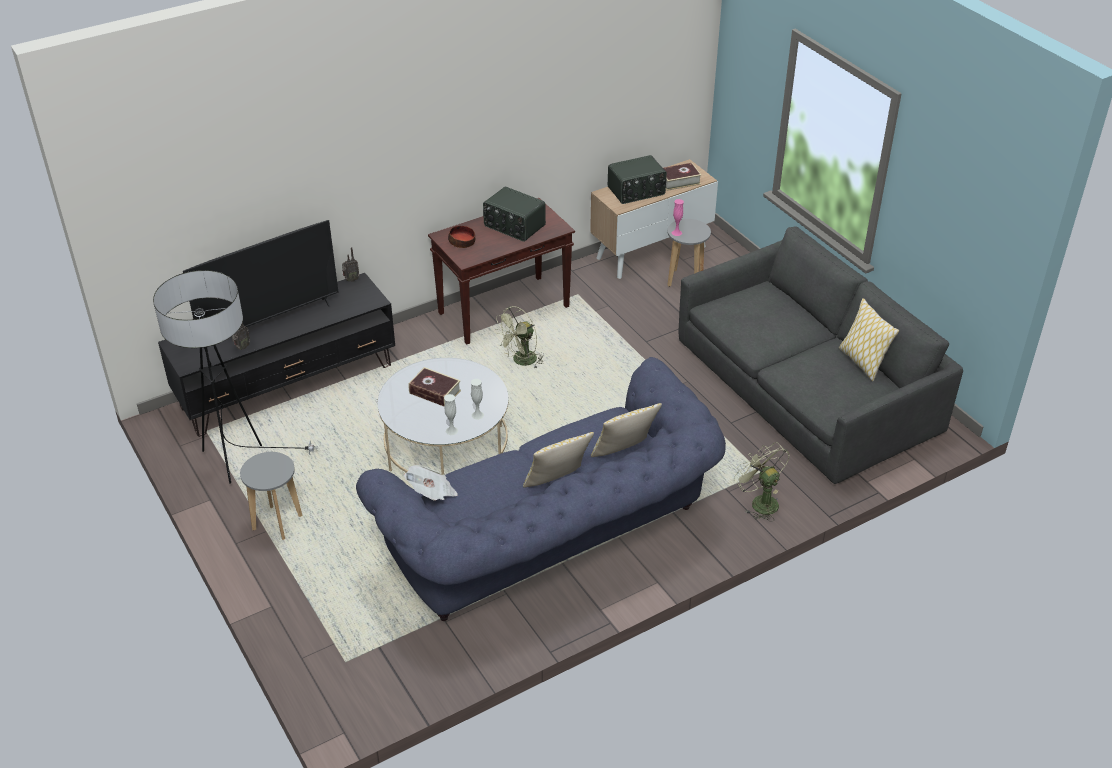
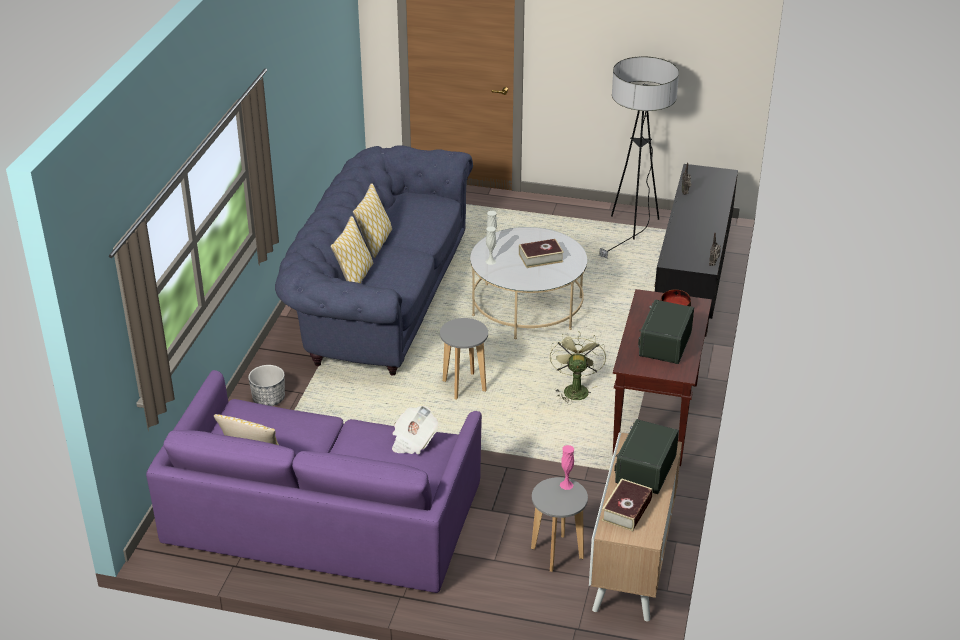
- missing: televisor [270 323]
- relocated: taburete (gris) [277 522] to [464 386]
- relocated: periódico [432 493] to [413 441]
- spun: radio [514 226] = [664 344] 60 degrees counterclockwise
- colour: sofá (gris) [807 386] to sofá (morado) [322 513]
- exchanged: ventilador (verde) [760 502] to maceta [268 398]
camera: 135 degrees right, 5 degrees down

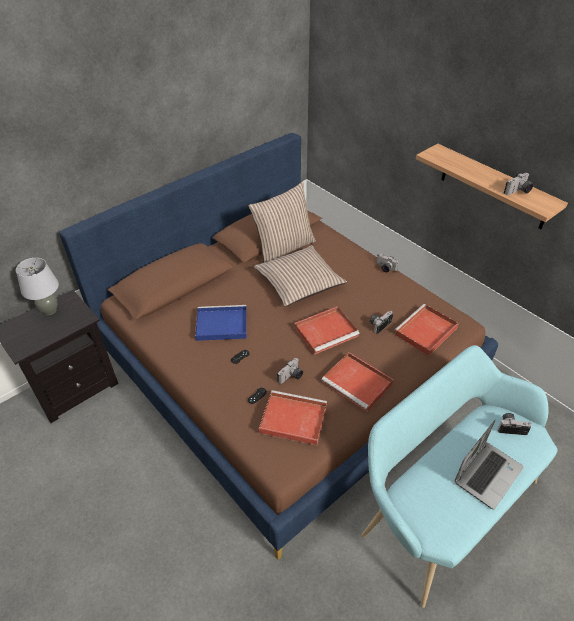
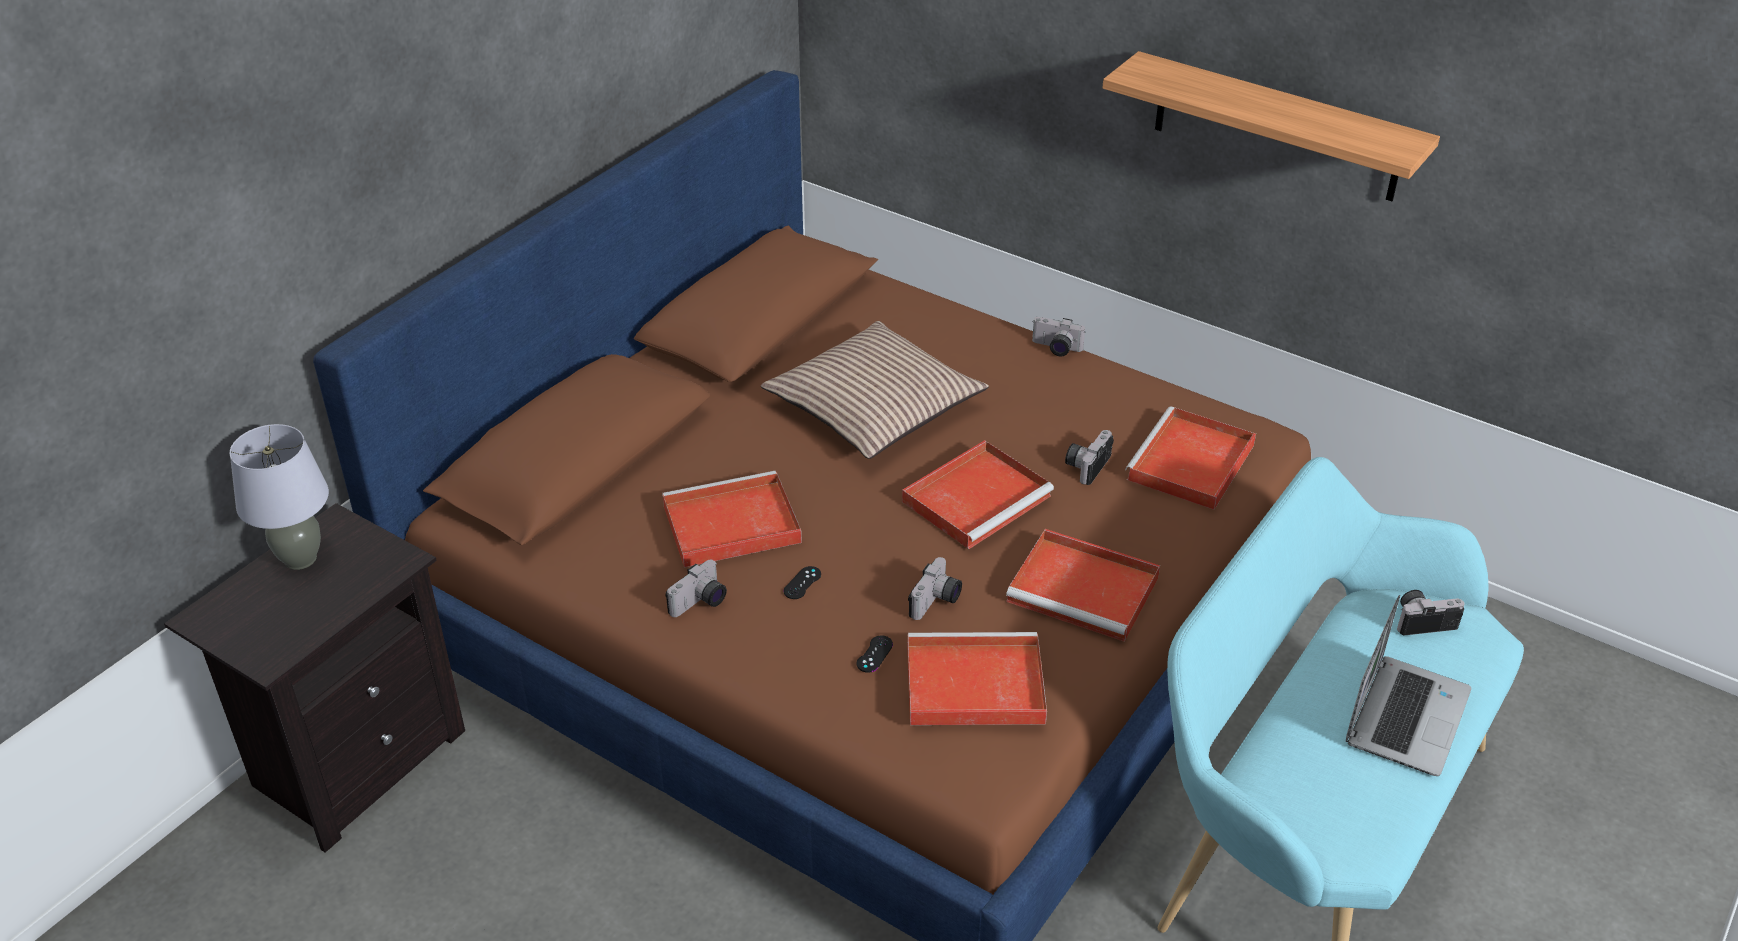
- colour: bandeja (azul) [220 325] to bandeja (rojo) [729 525]
- missing: cojín [284 248]
- relocated: cámara [518 192] to [700 603]
camera: 15 degrees left, 5 degrees down

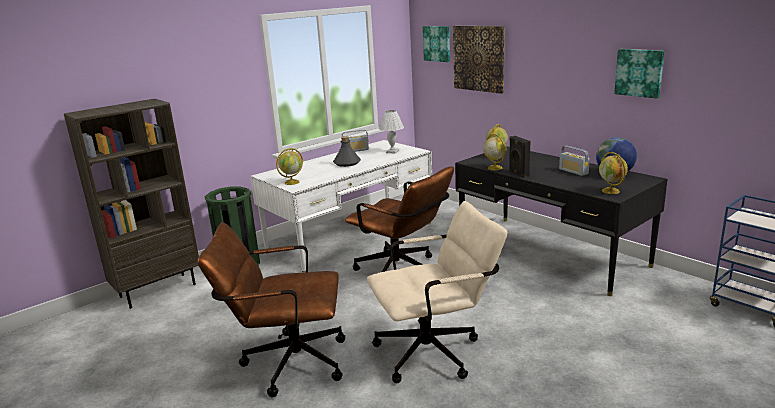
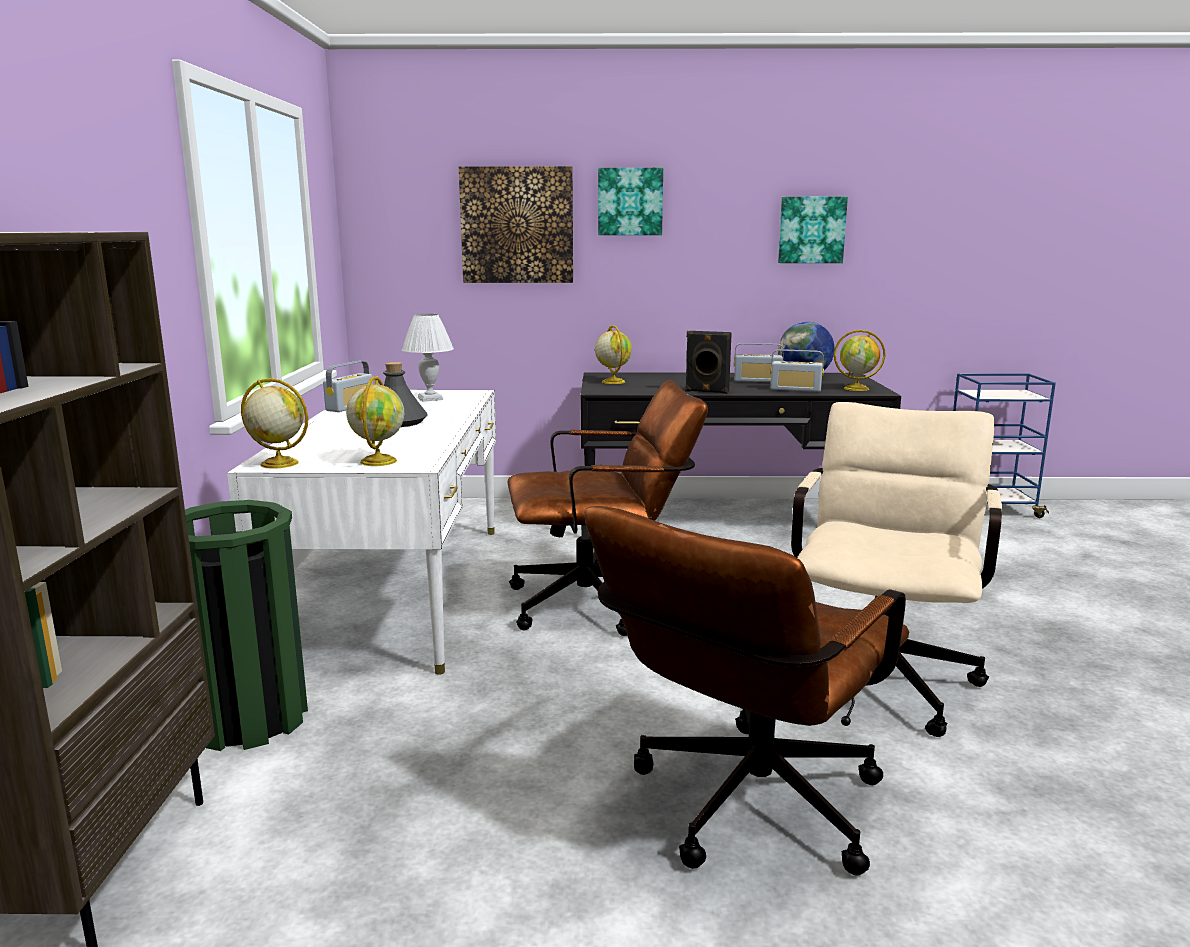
- relocated: cuadro [437 43] to [630 201]
- relocated: globo terráqueo [494 168] to [278 464]
- appeared: radio [795 389]
camera: 50 degrees left, 5 degrees down

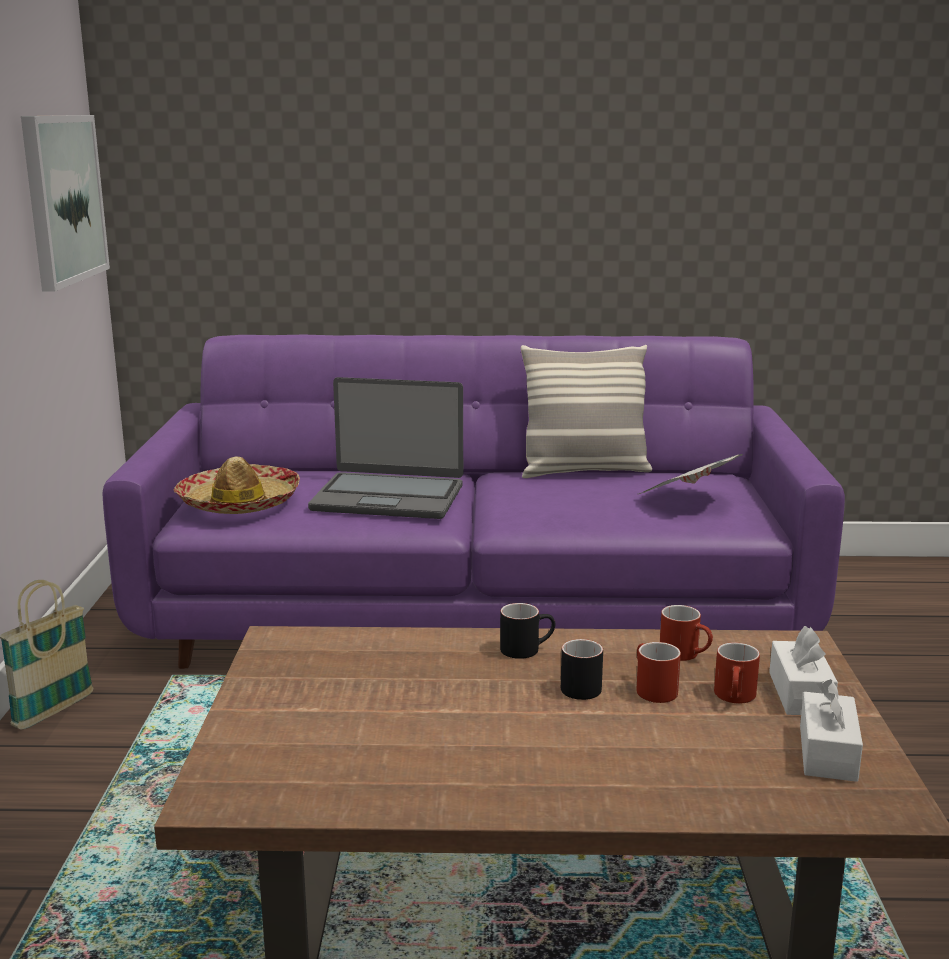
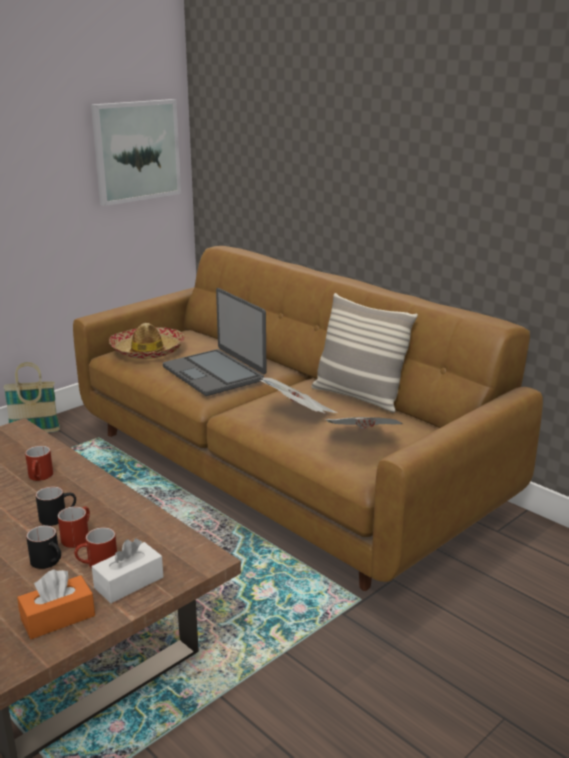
- colour: sofá (morado) [474 611] to sofá (marrón) [284 469]
- relocated: taza grande (negro) [526 648] to [49 562]
- relocated: taza grande (rojo) [686 654] to [40 477]
- colour: caja de pañuelos (blanco) [827 753] to caja de pañuelos (naranja) [58 618]
- appeared: periódico [298 414]
camera: 45 degrees right, 5 degrees up

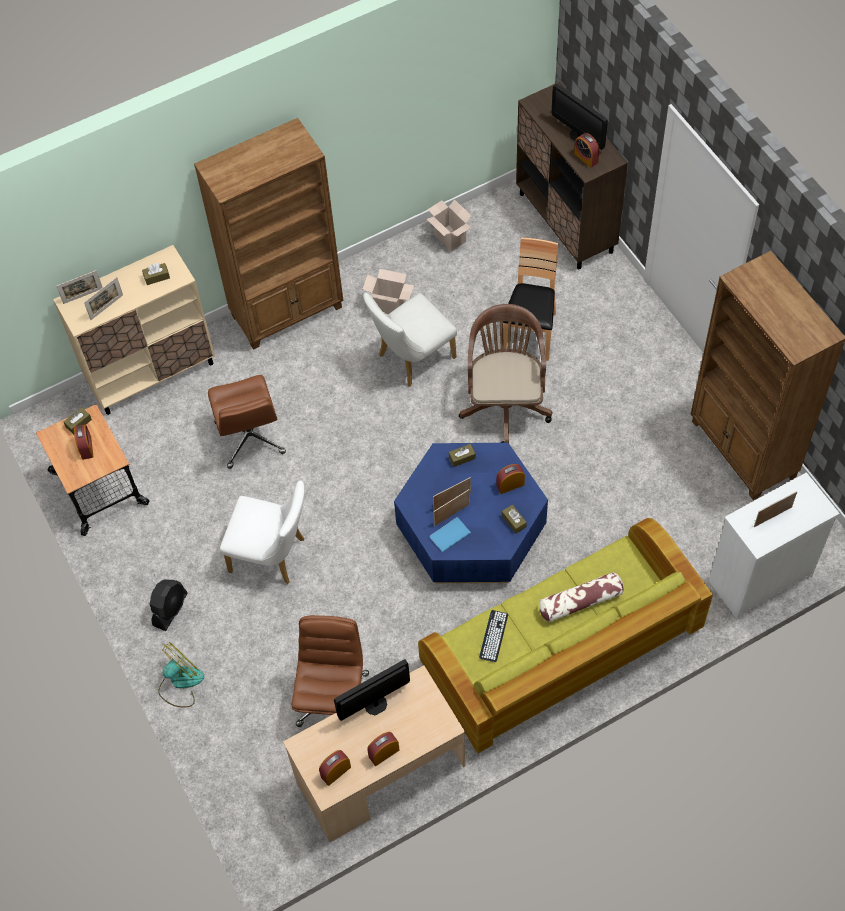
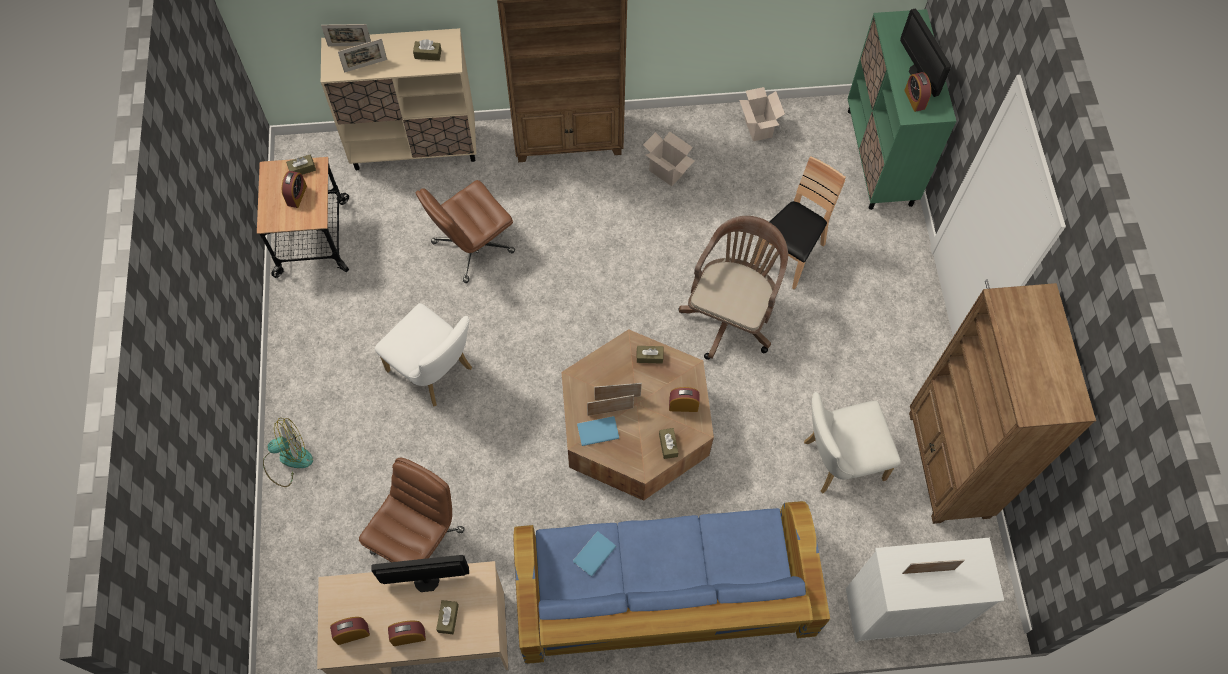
- missing: ventilador (negro) [170 609]
- spun: silla de oficina (marrón) [250 438] = [472 247] 45 degrees clockwise
- relocated: silla (blanco) [412 359] to [837 461]
- colour: mesa de centro (azul) [471 528] to mesa de centro (marrón) [634 427]
- colour: sofá (verde) [561 648] to sofá (azul) [663 591]
- exchanged: teclado [493 636] to libro (azul) [593 554]
- colour: armario (marrón) [566 223] to armario (verde) [879 157]
- missing: cojín [580 602]
- appeared: caja de pañuelos (marrón) [448 618]
camera: 20 degrees right, 5 degrees up

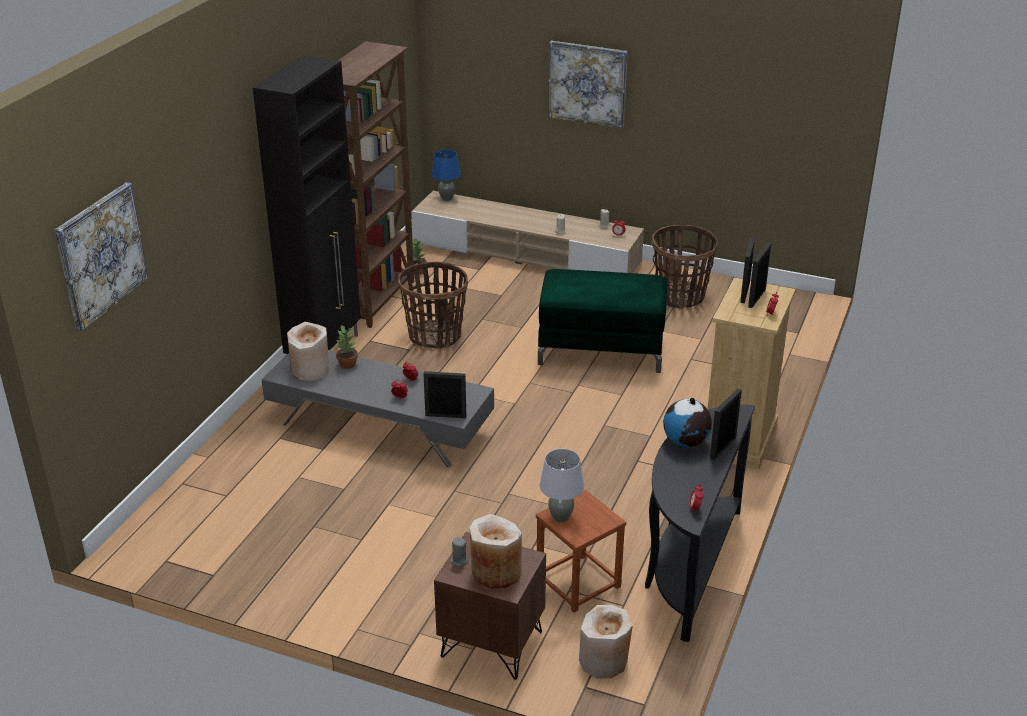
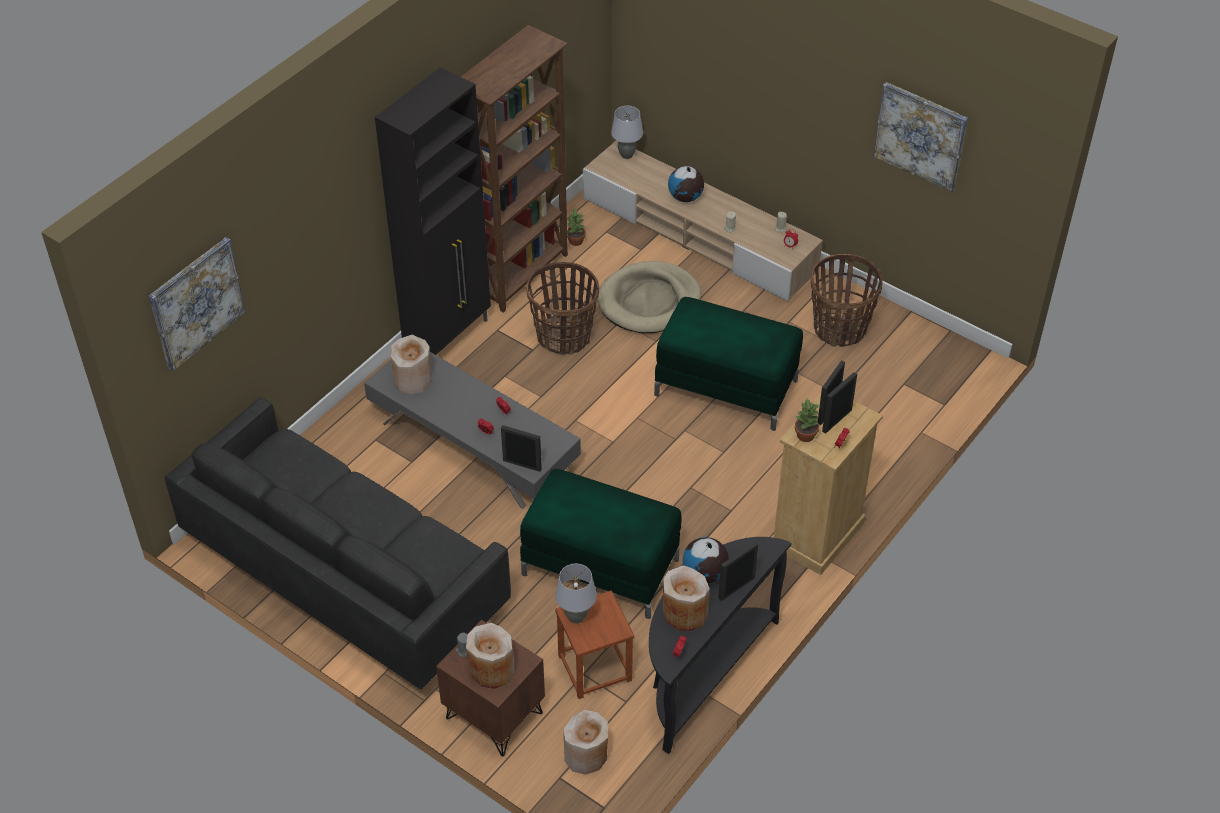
- relocated: planta en maceta [347 364] to [805 436]
- colour: lámpara de mesa (azul) [446 198] to lámpara de mesa (gris) [626 155]
- relocated: cuadro [587 84] to [920 136]
- appeared: sofá (negro) [346 577]
- appeared: puf (verde) [602 566]
- appeared: cama para perro (beis) [649 301]
- appeared: florero (beis) [684 613]
- appeared: globo terráqueo [685 198]
camera: 15 degrees right, 15 degrees up

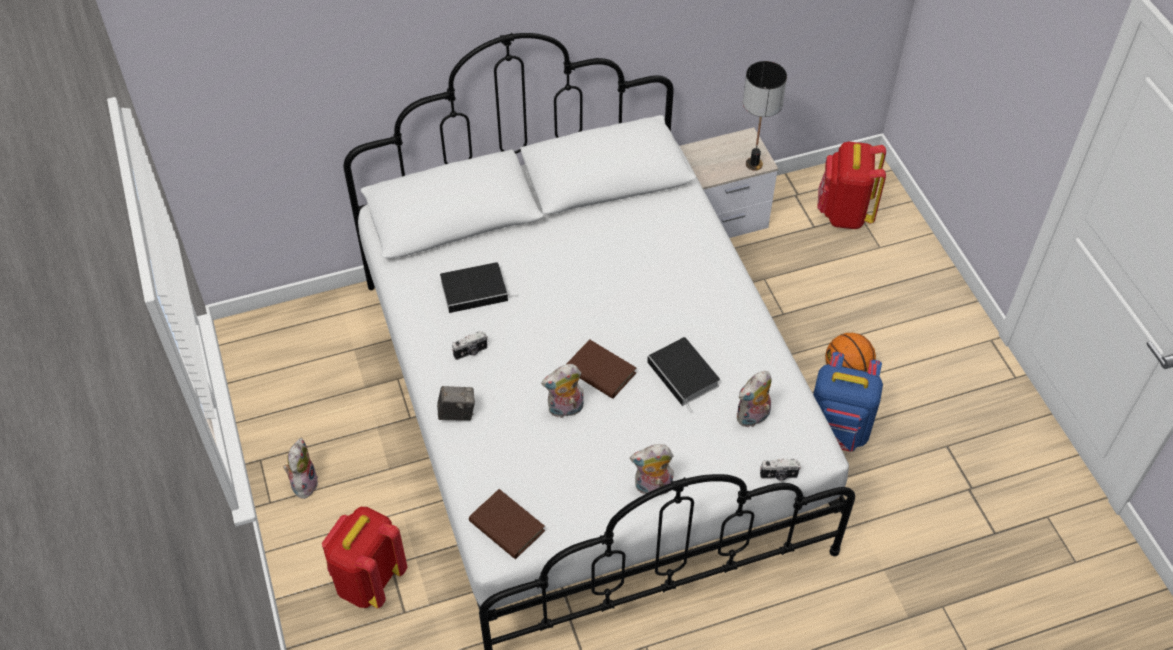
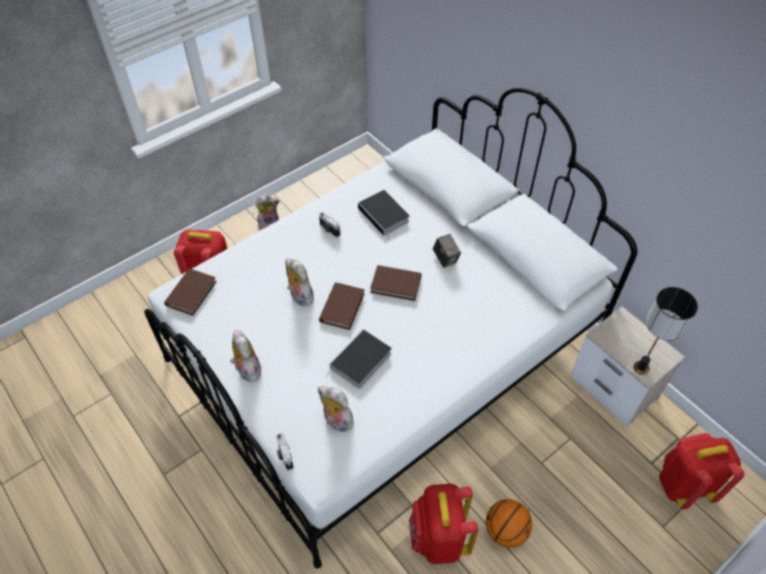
- relocated: cámara [457 413] to [445 259]
- colour: mochila (azul) [837 432] to mochila (rojo) [438 538]
- appeared: libro (marrón) [396 284]
camera: 70 degrees right, 0 degrees up

